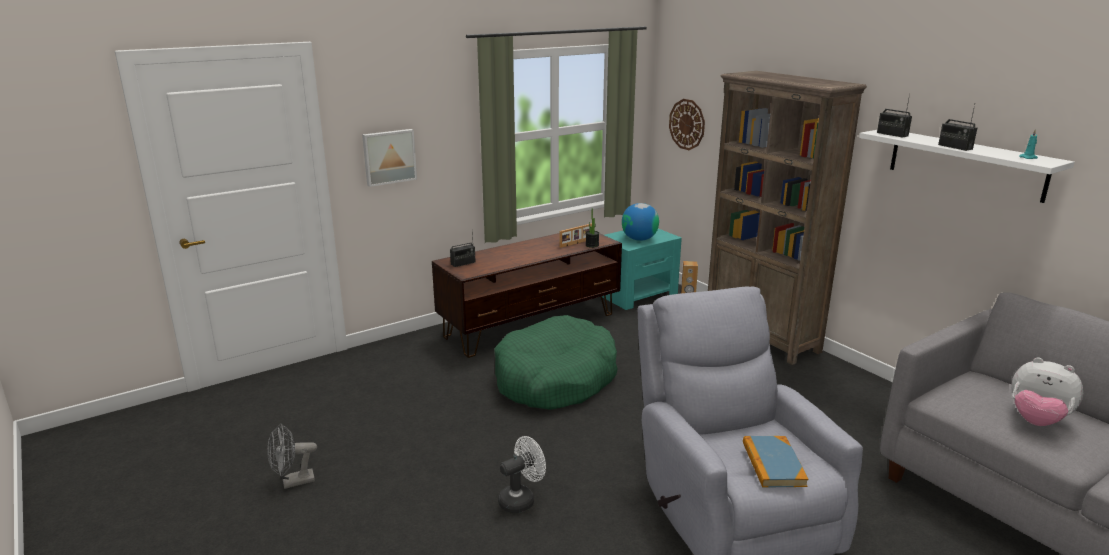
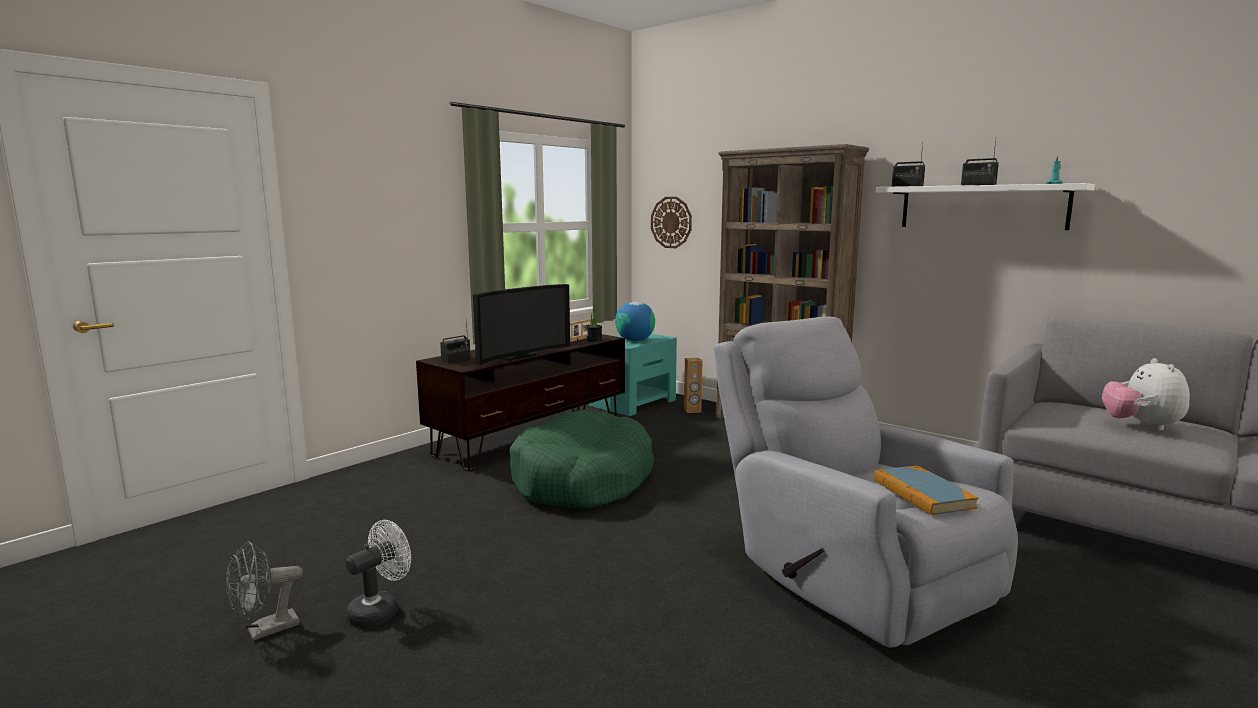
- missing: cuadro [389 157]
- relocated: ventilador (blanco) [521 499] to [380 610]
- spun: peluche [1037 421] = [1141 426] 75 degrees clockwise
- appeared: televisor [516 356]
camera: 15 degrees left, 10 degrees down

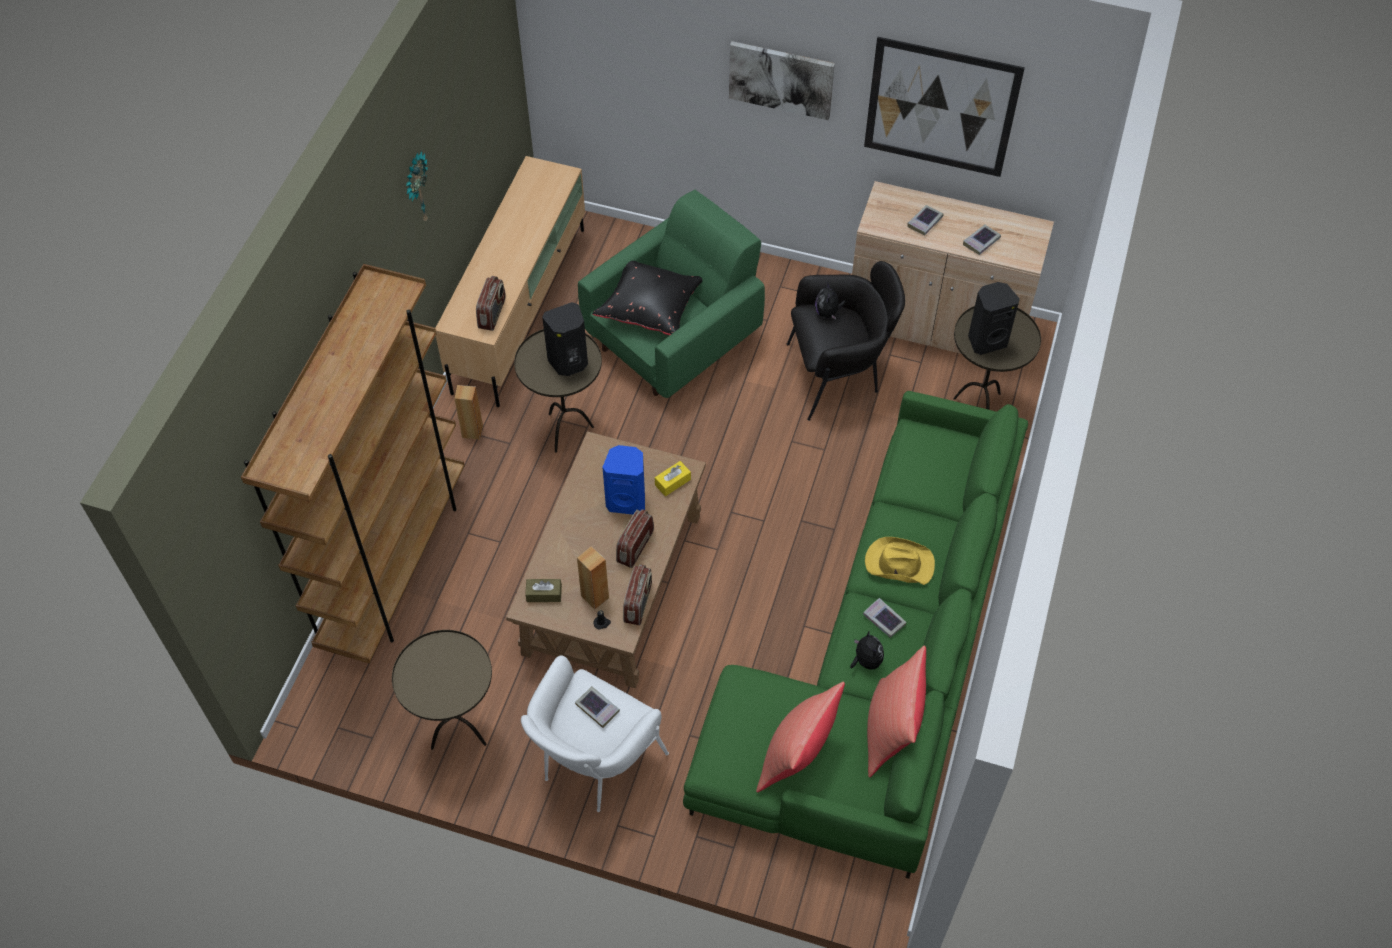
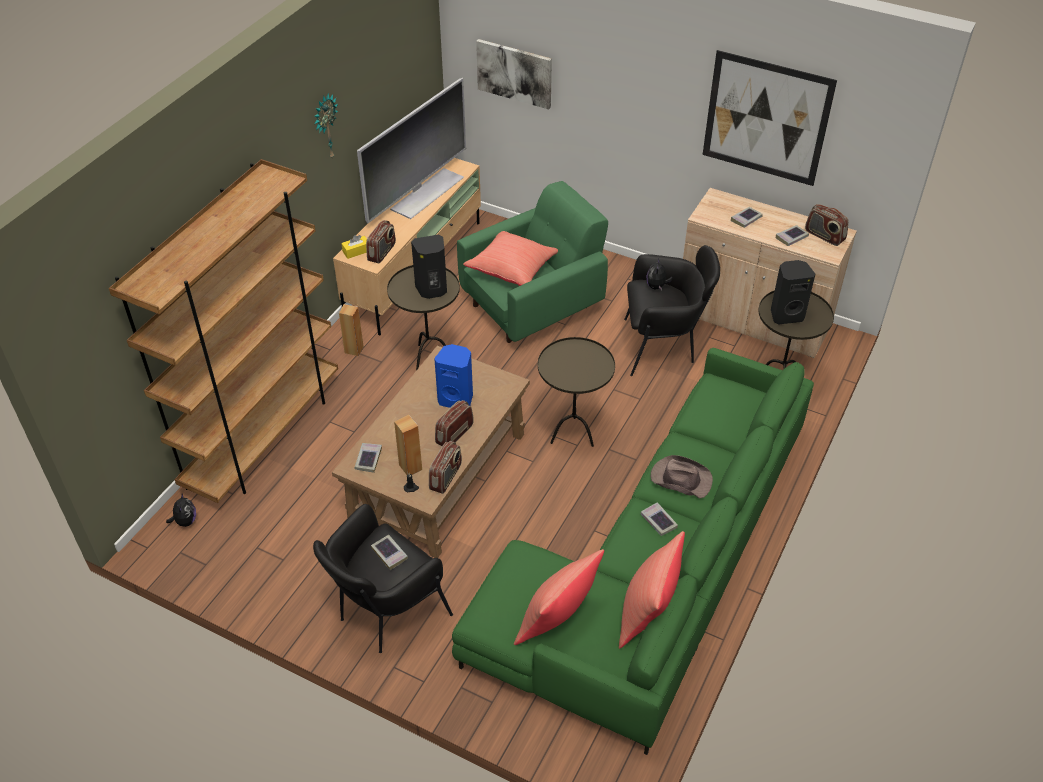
- relocated: mesa auxiliar (marrón) [458 732] to [572 435]
- colour: sillón (blanco) [593 764] to sillón (negro) [385 614]
- exchanged: caja de pañuelos (marrón) [544 594] to libro [368 459]
- colour: cojín (negro) [650 308] to cojín (rojo) [513 269]
- relocated: caja de pañuelos (amarillo) [672 482] to [356 251]
- relocated: cuadro [781 79] to [514 73]
- relocated: peluche [866 661] to [185 521]
- colour: sombrero (amarillo) [898 563] to sombrero (marrón) [680 479]
- appeared: televisor [426 193]
- appeared: radio [824 236]
camera: 10 degrees right, 10 degrees down

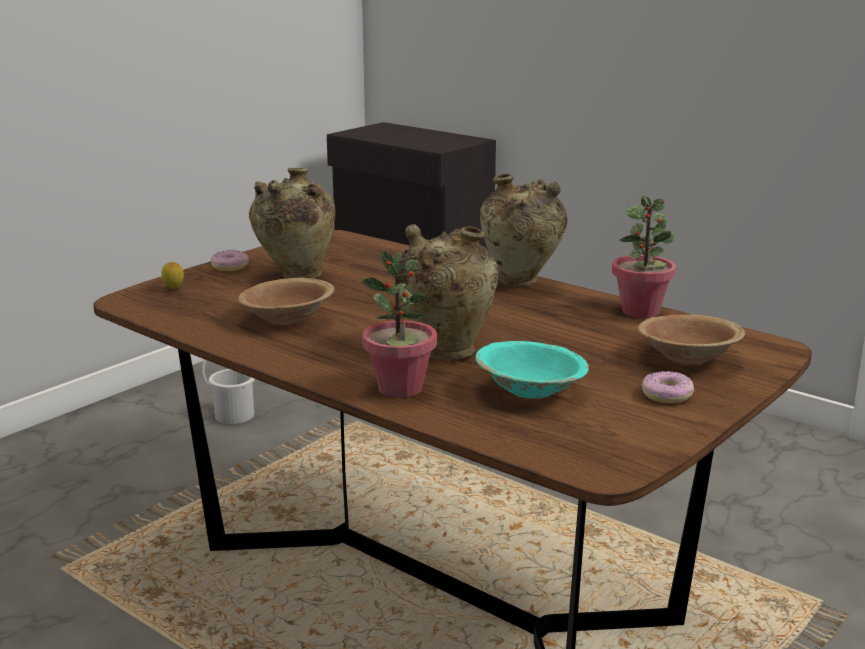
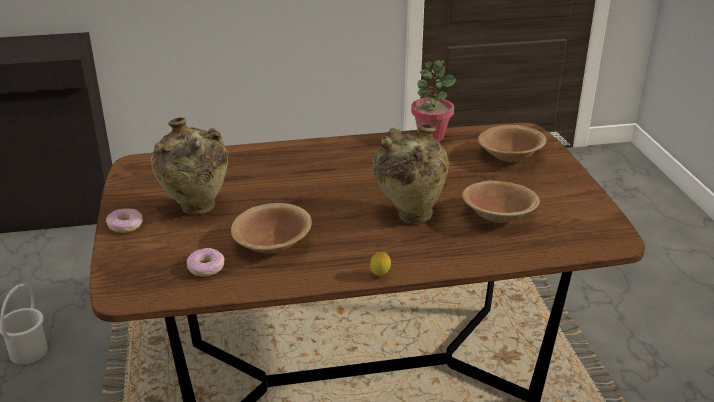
- relocated: limón [173 289] to [380 275]
- missing: planta en maceta [400 388]
- colour: cuenco (turquesa) [531 391] to cuenco (marrón) [498 216]
- missing: florero (beis) [521 284]
- relocated: rosquilla [667 395] to [206 267]
camera: 50 degrees left, 10 degrees up

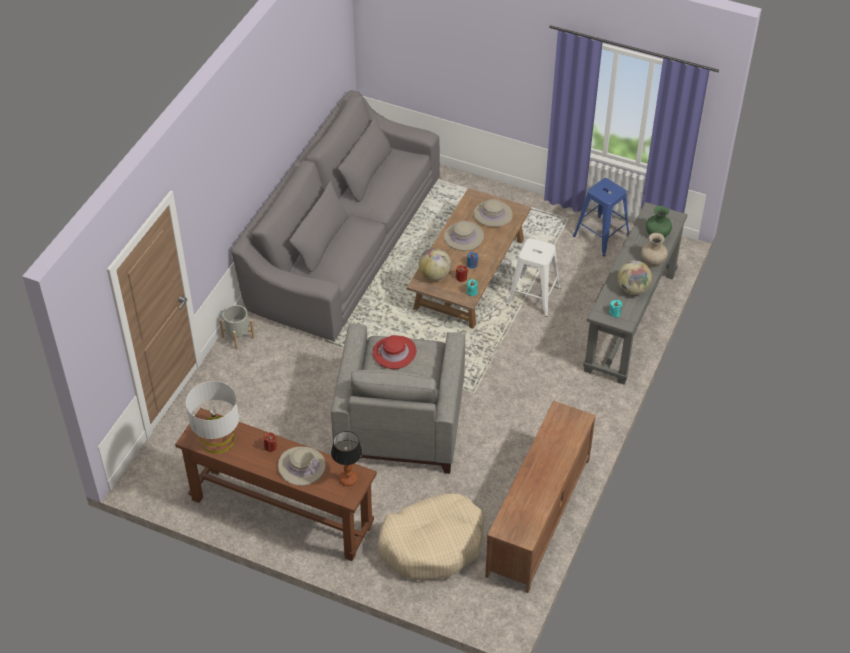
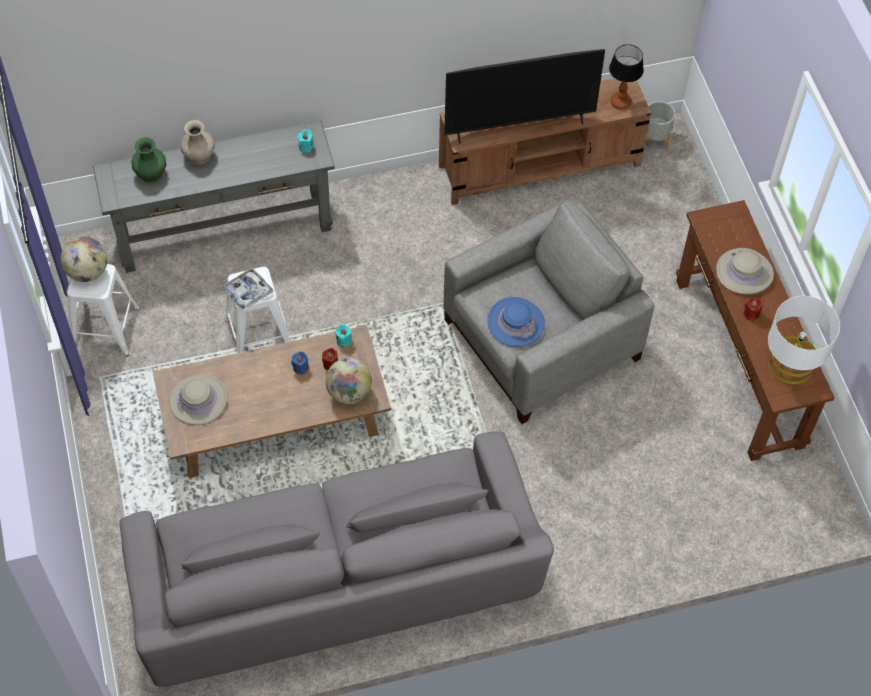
- relocated: maceta (gris) [238 337] to [655 140]
- relocated: lámpara de mesa [348 479] to [620 102]
- colour: sombrero (rojo) [394 352] to sombrero (azul) [515 322]
- missing: cama para perro (beis) [432 544]
- missing: sombrero (beis) [463 236]
- colour: taburete (azul) [602 236] to taburete (blanco) [105 328]
- relocated: globo terráqueo [632 289] to [88 272]
- appeared: bandeja [247 292]
- appeared: televisor [519 127]
camera: 130 degrees left, 10 degrees up

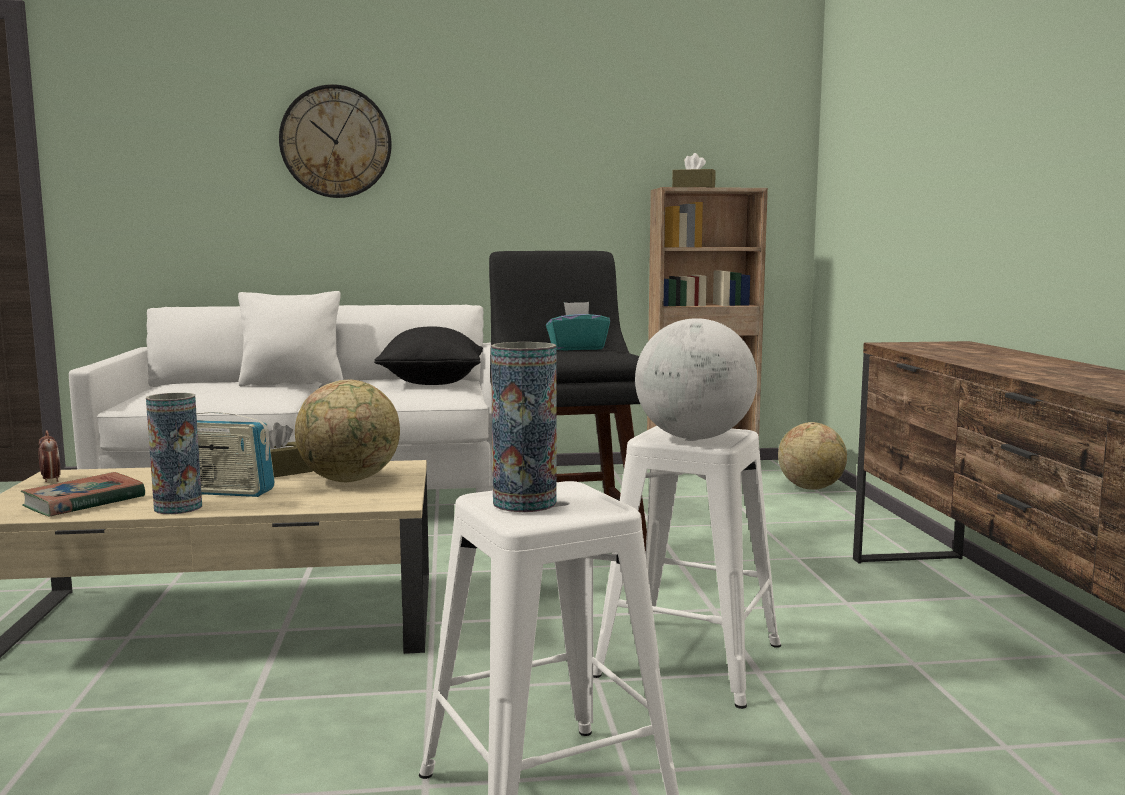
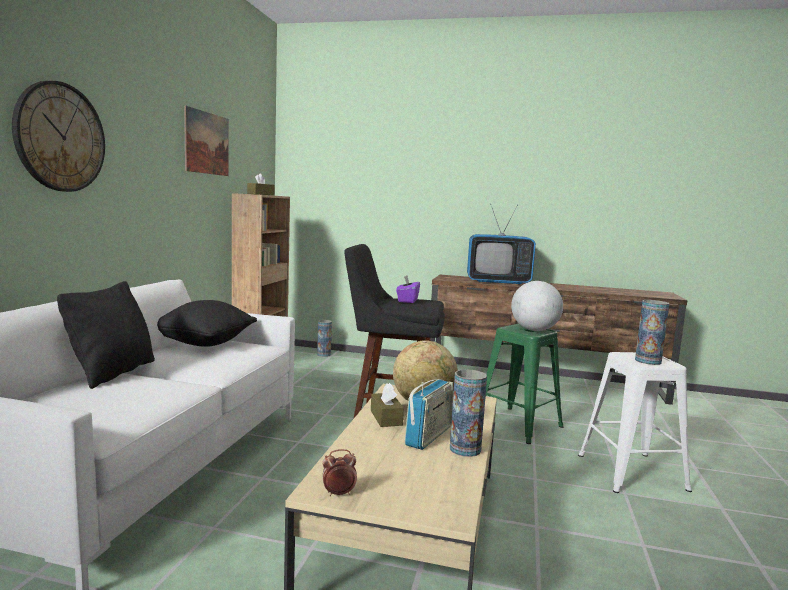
- missing: libro [84 502]
- colour: cojín (blanco) [292 383] to cojín (negro) [113 373]
- colour: caja de pañuelos (turquesa) [577 348] to caja de pañuelos (morado) [407 300]
- colour: taburete (blanco) [690 661] to taburete (verde) [519 424]
- exchanged: globo terráqueo [810 488] to florero [324 354]
- appeared: cuadro [207 143]
- appeared: televisor [498 282]
camera: 70 degrees left, 0 degrees up

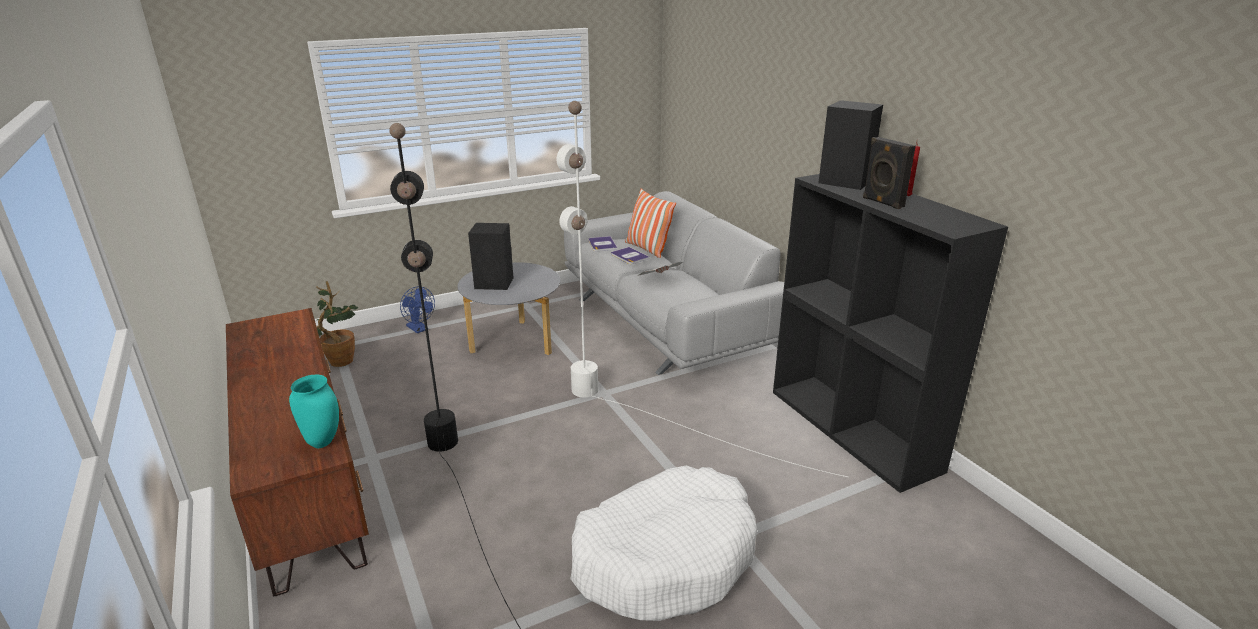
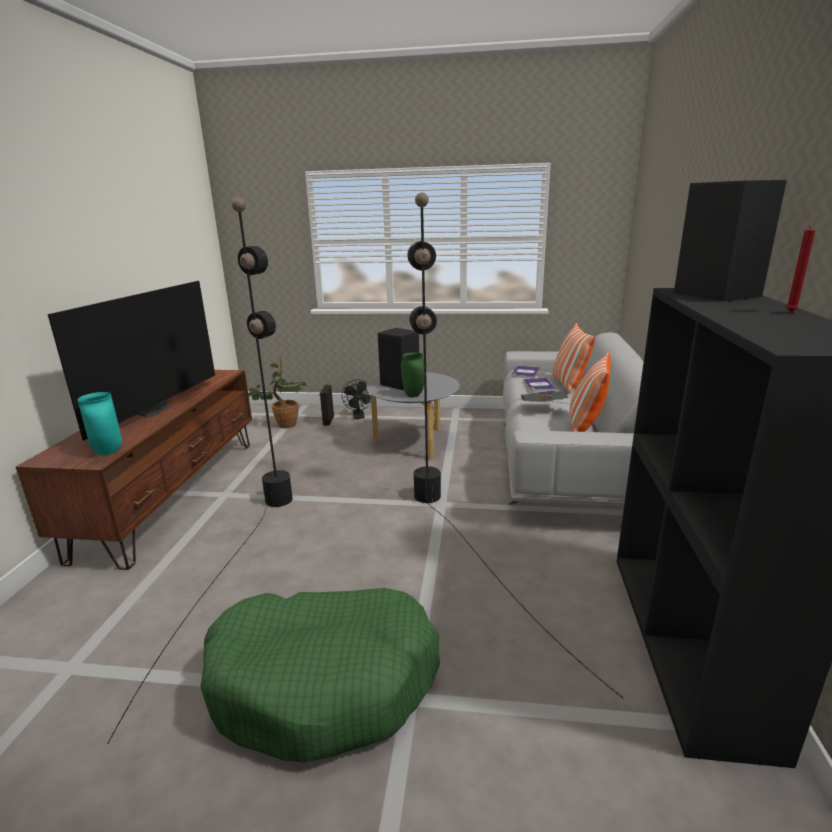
- colour: ventilador (azul) [419 329] to ventilador (negro) [359 416]
- colour: lámpara de pie (blanco) [648 413] to lámpara de pie (negro) [461 535]
- colour: cama para perro (blanco) [665 557] to cama para perro (verde) [325 681]
- relocated: altavoz (negro) [882 202] to [327 421]
- appeared: televisor [152 409]
- appeared: florero (verde) [413 395]
- appeared: cojín [586 426]
camera: 35 degrees right, 5 degrees down

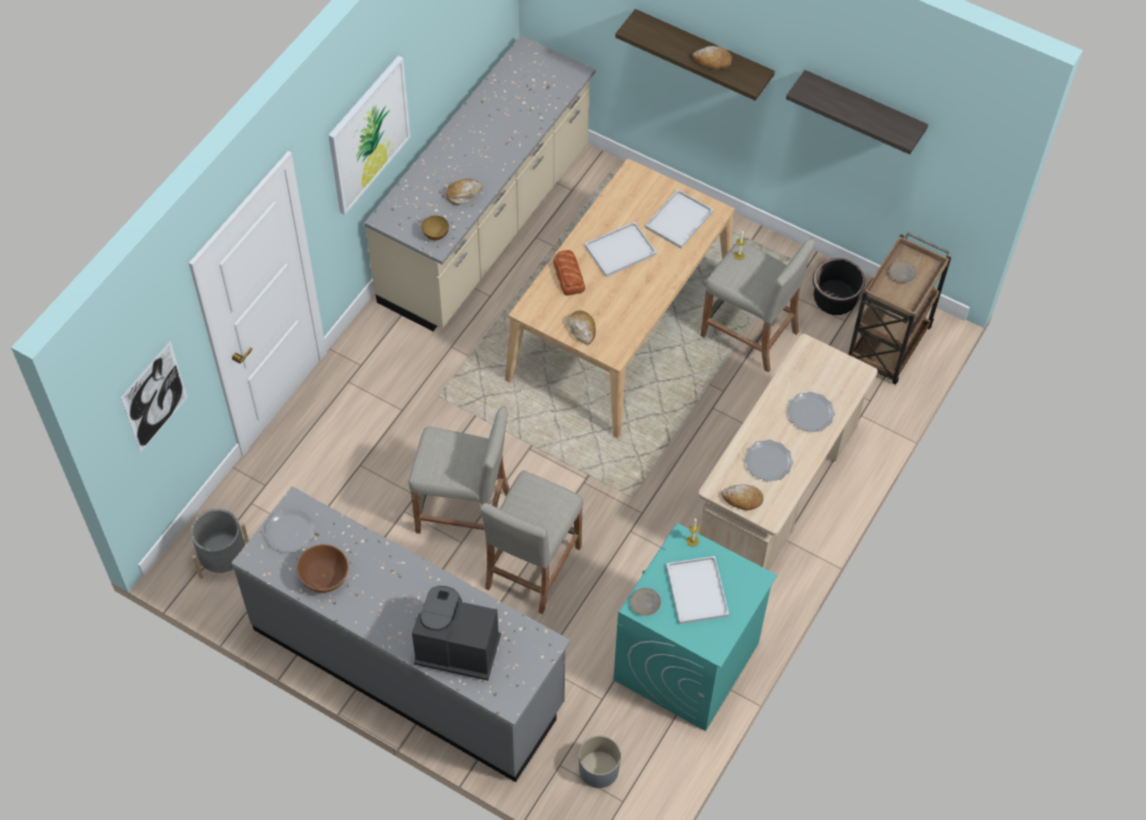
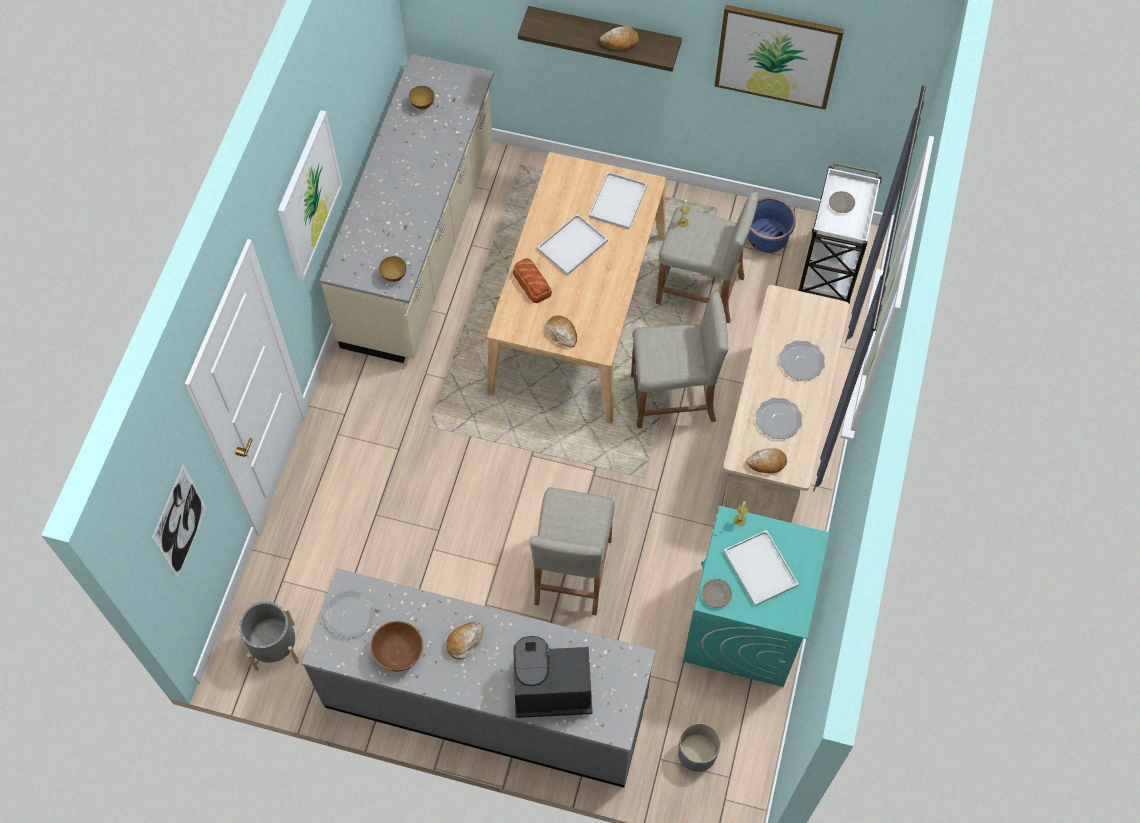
- relocated: taburete (beis) [463 512] to [673 398]
- relocated: pan [463 194] to [465 641]
- exchanged: estante [863 109] to cuadro [777 56]
- colour: maceta (negro) [835 299] to maceta (azul) [767 237]
- colour: carrito (marrón) [888 346] to carrito (blanco) [829 270]
- appeared: cuenco [422 105]
camera: 15 degrees left, 5 degrees up

